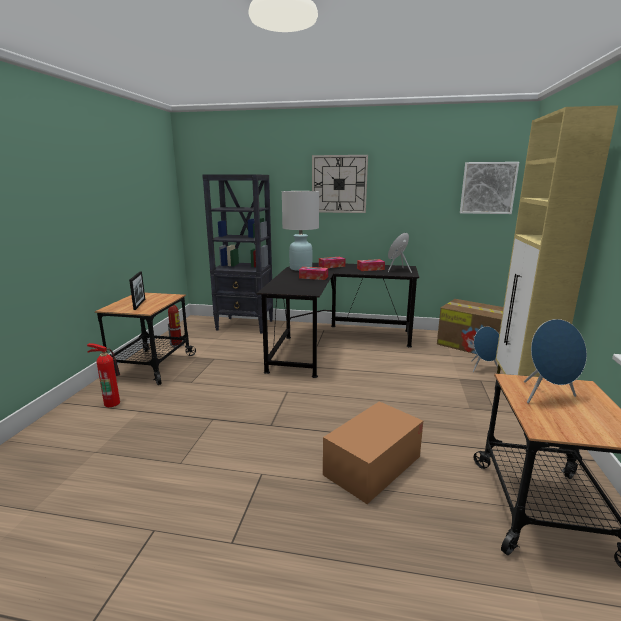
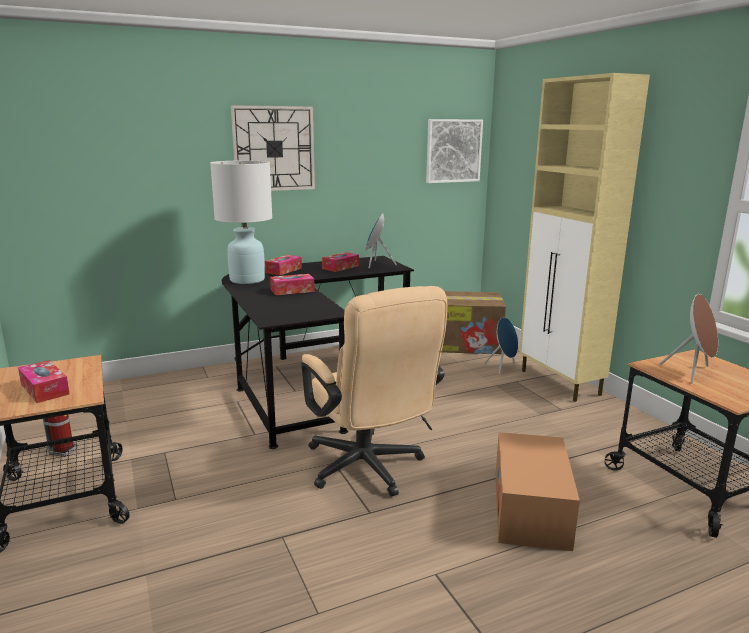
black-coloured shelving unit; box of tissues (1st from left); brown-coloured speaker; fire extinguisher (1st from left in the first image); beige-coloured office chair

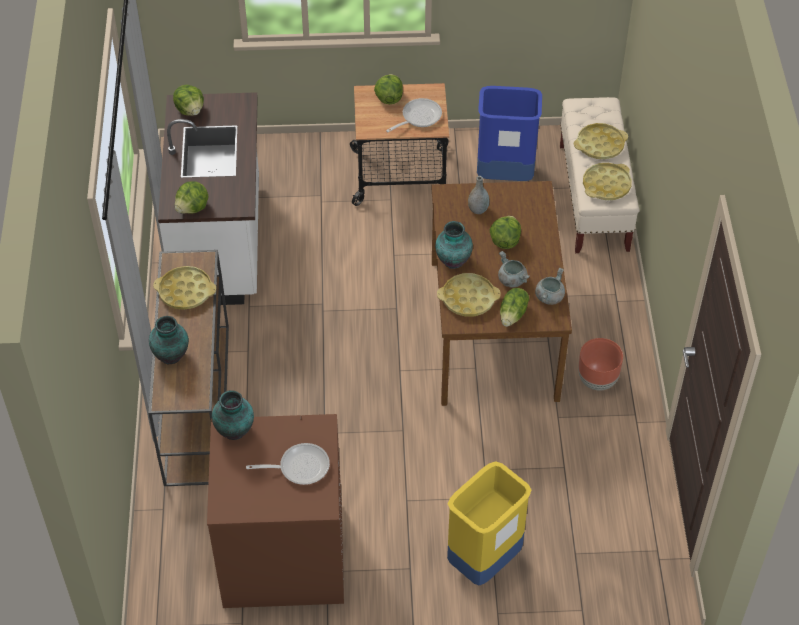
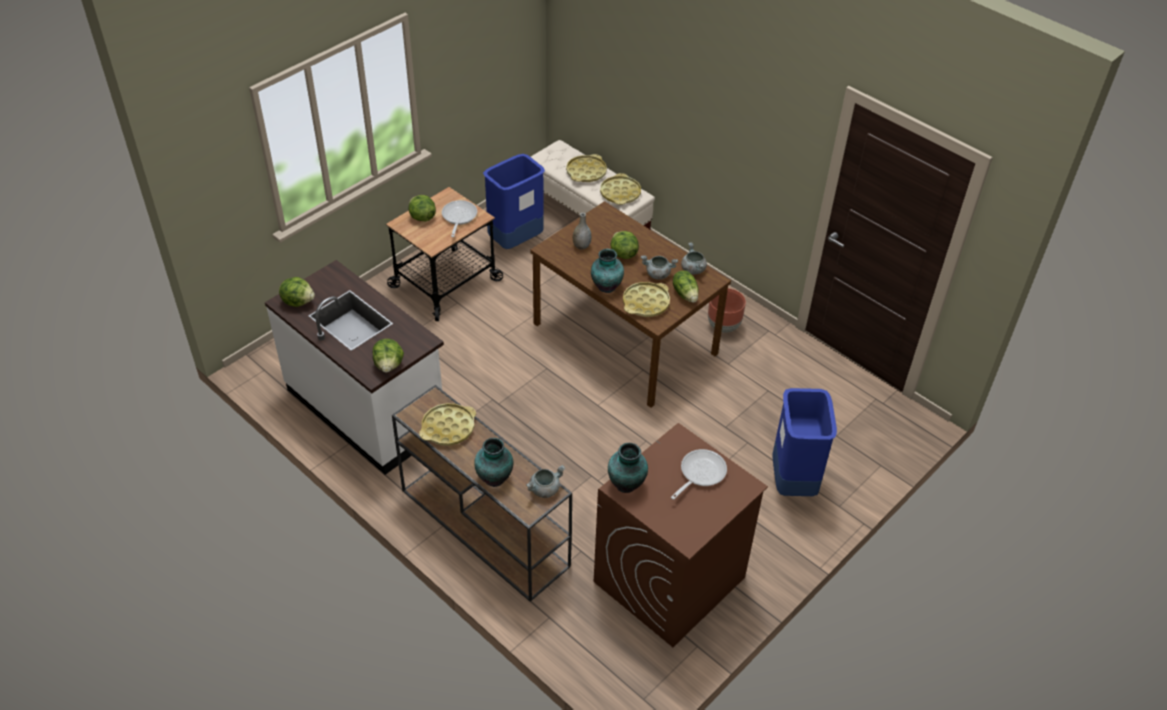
bluish rubbish bin (2nd from left); grey stockpot (1st from left)

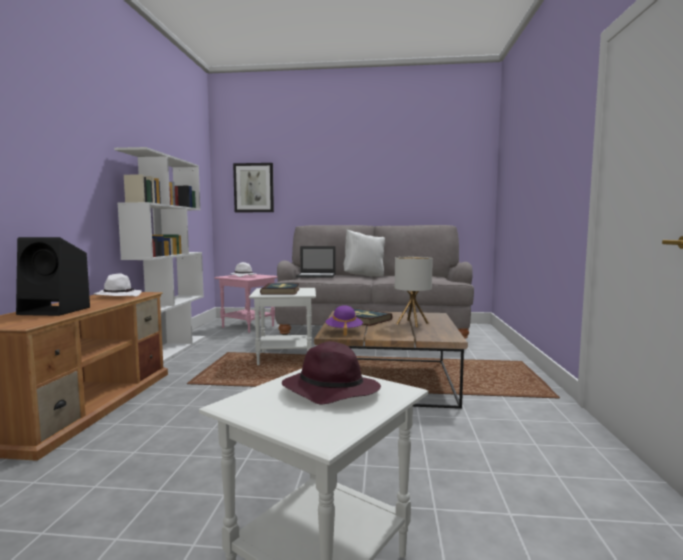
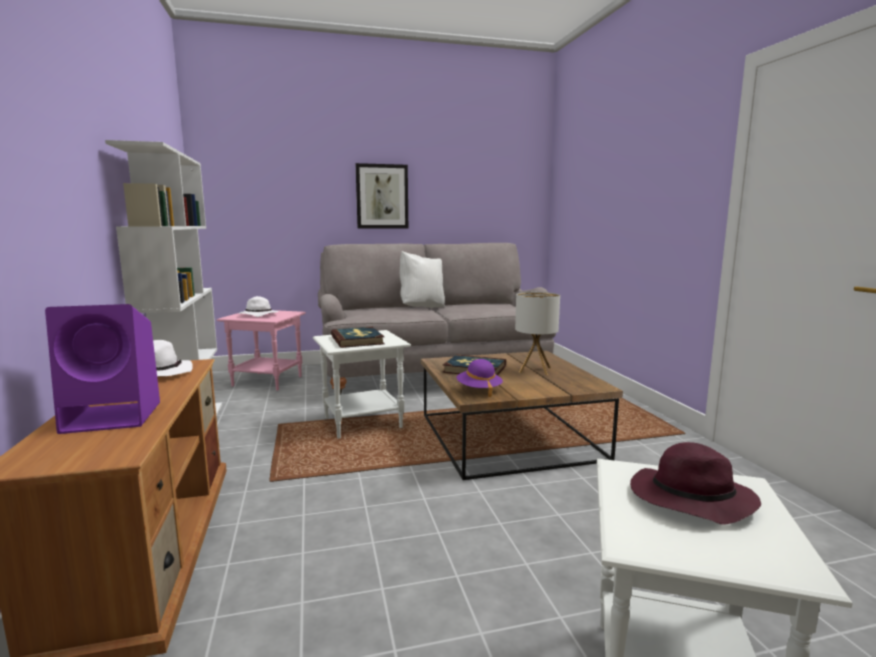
picture; purple-coloured speaker; laptop

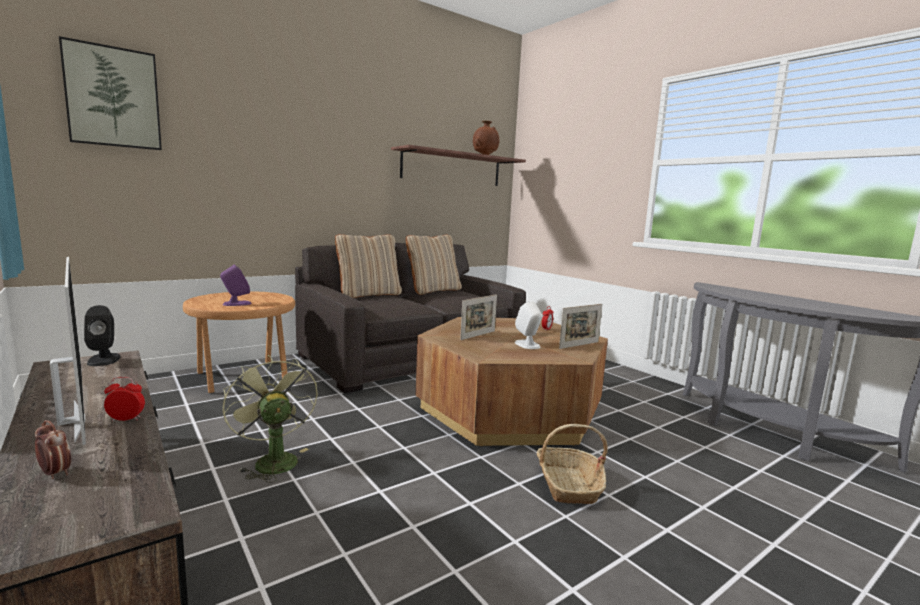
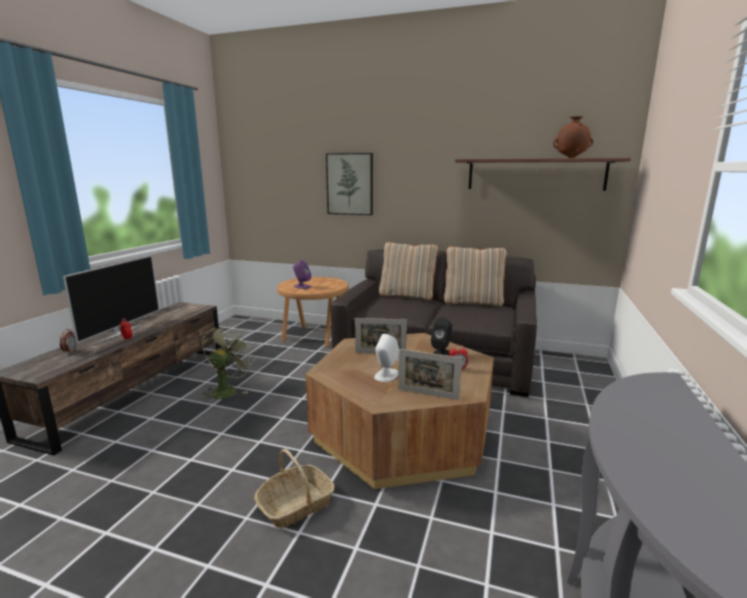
picture; black-coloured speaker

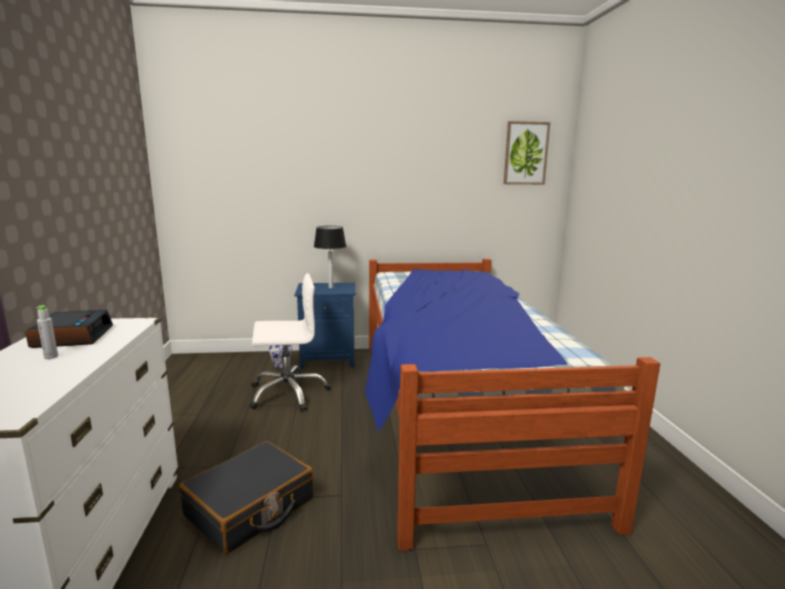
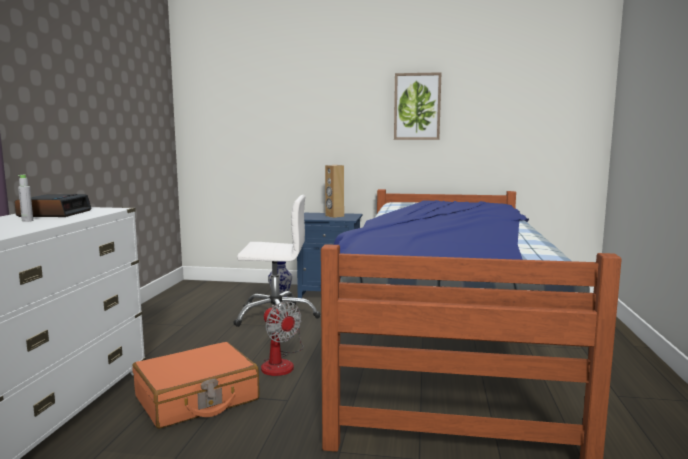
picture; brown-coloured speaker; orange-coloured piece of luggage; fan

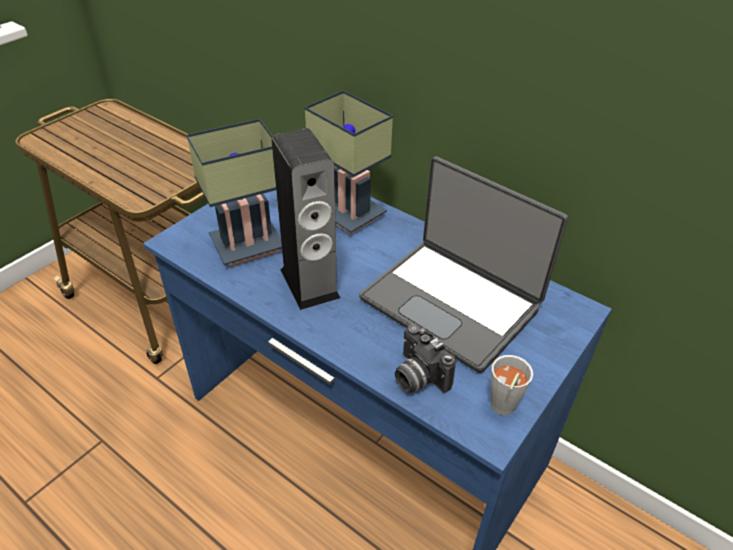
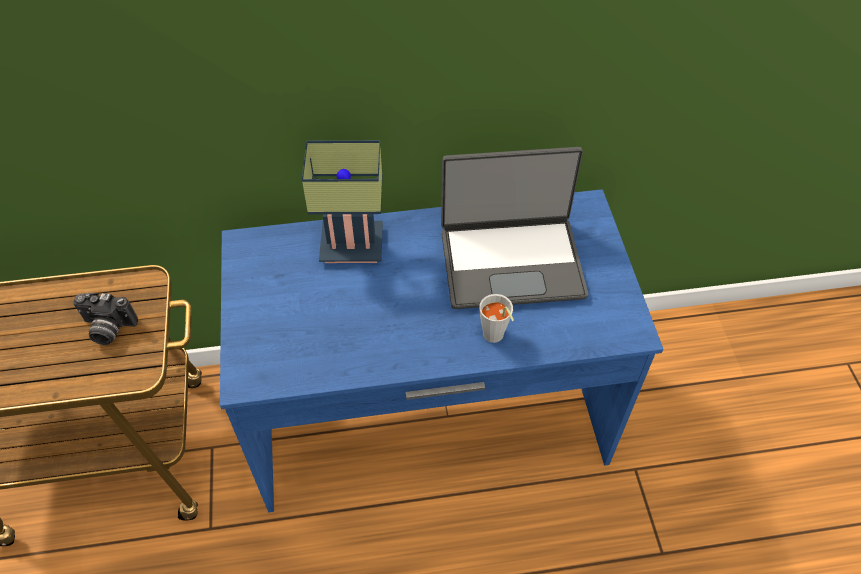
tabletop lamp (1st from left in the first image); speaker; still camera; grey cup

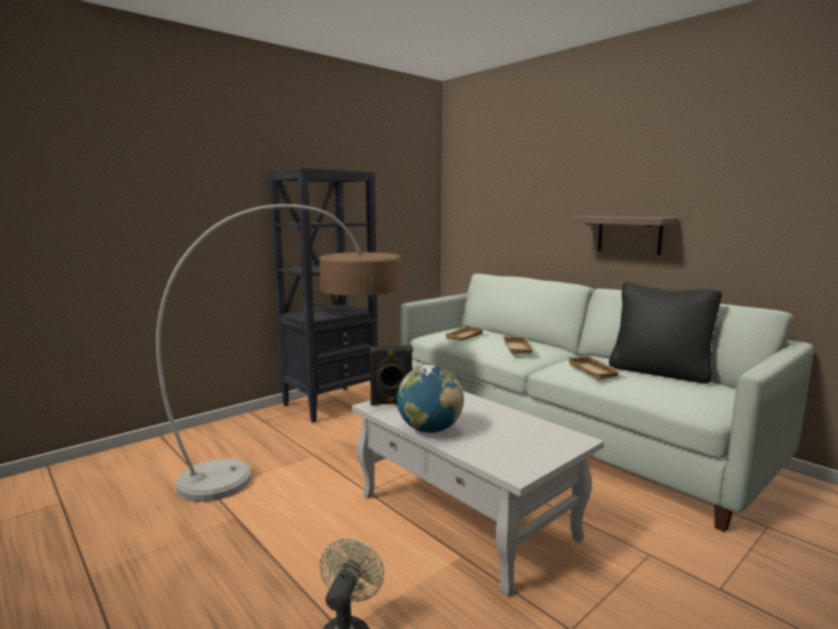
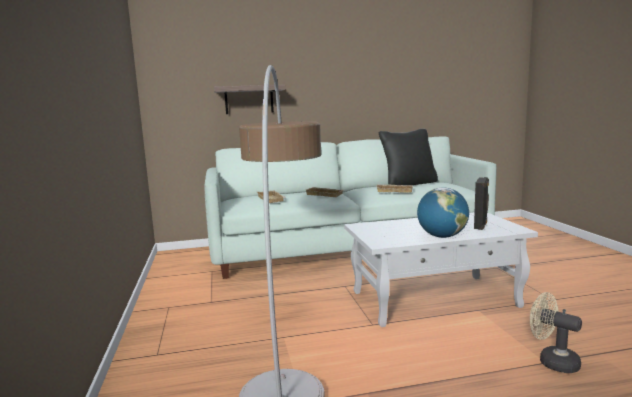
black-coloured shelving unit; bracket shelf; black-coloured speaker

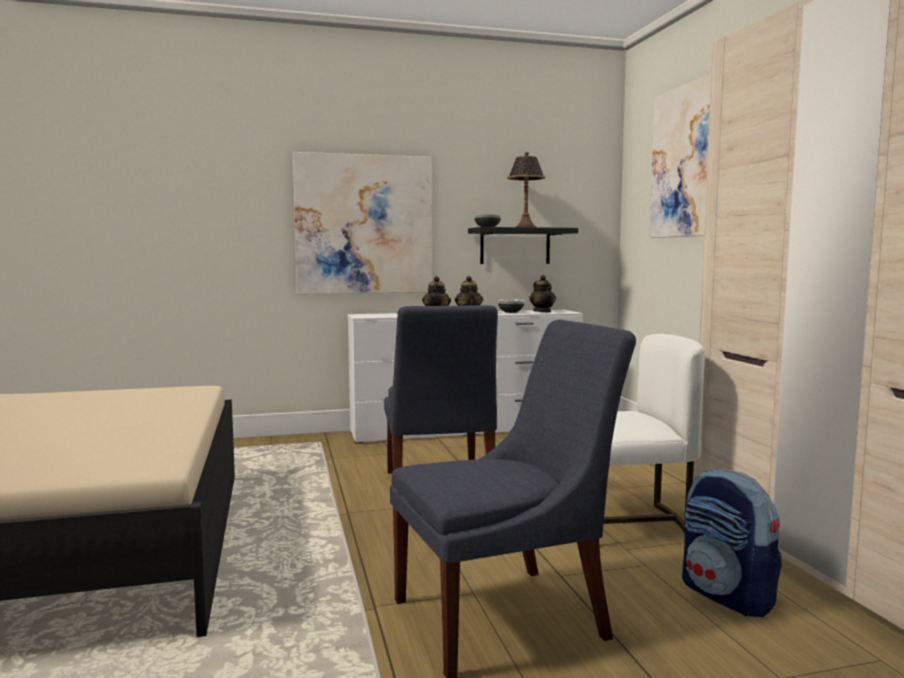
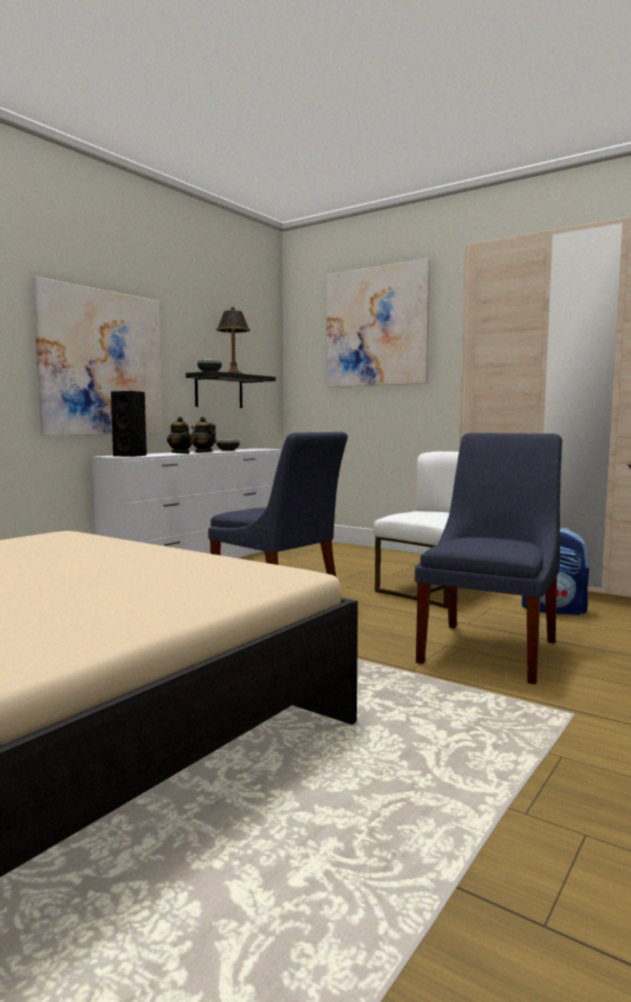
teapot (3rd from left in the first image); black-coloured speaker

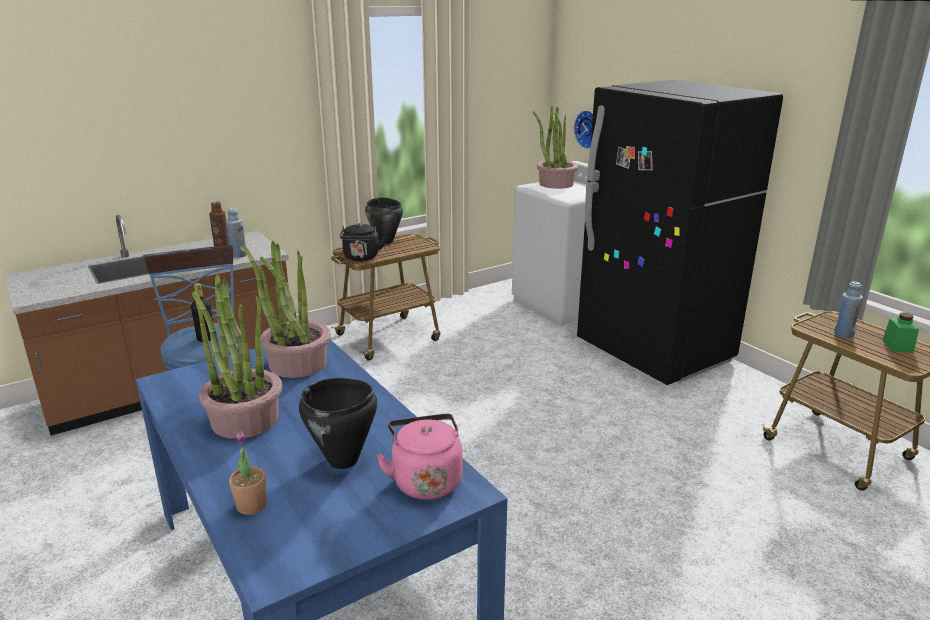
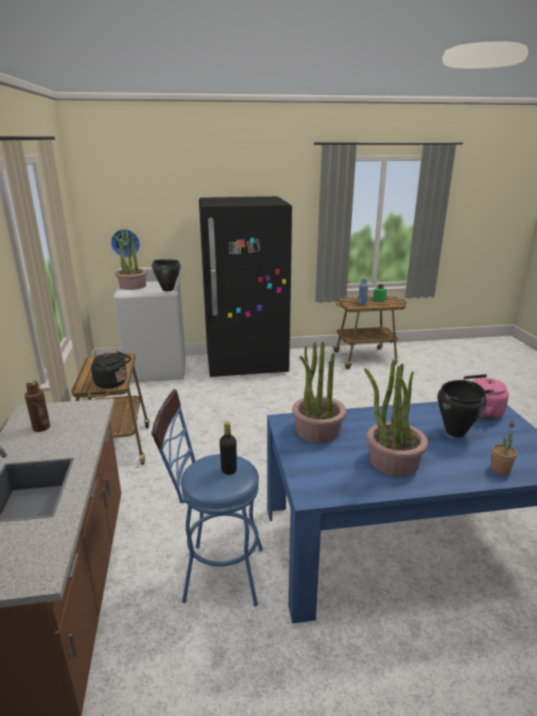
black-coloured stockpot (1st from left); bluish drink bottle (1st from left in the first image)

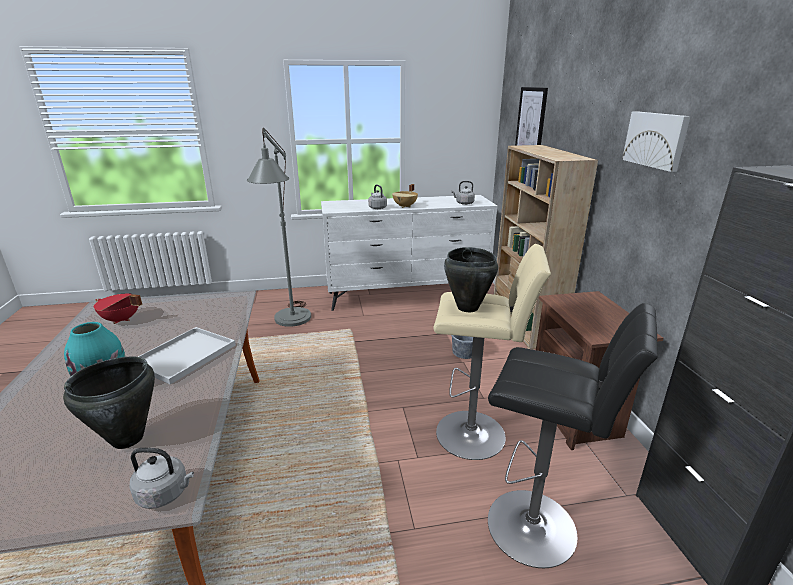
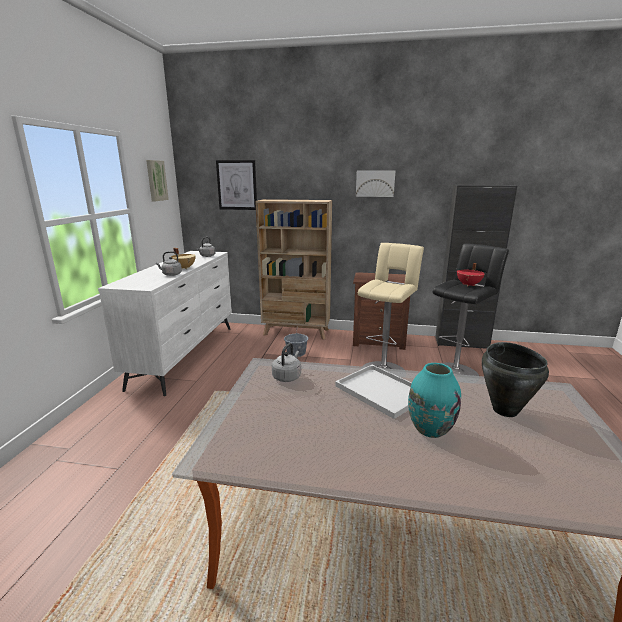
grey standard lamp; black-coloured stockpot (2nd from left in the first image); red stockpot; grey water kettle (3rd from left); picture (1st from left)

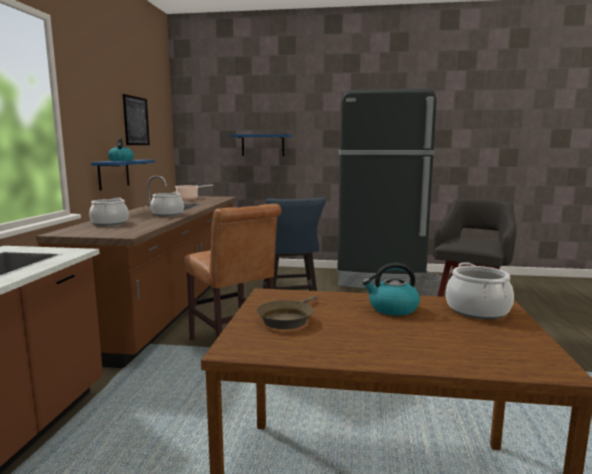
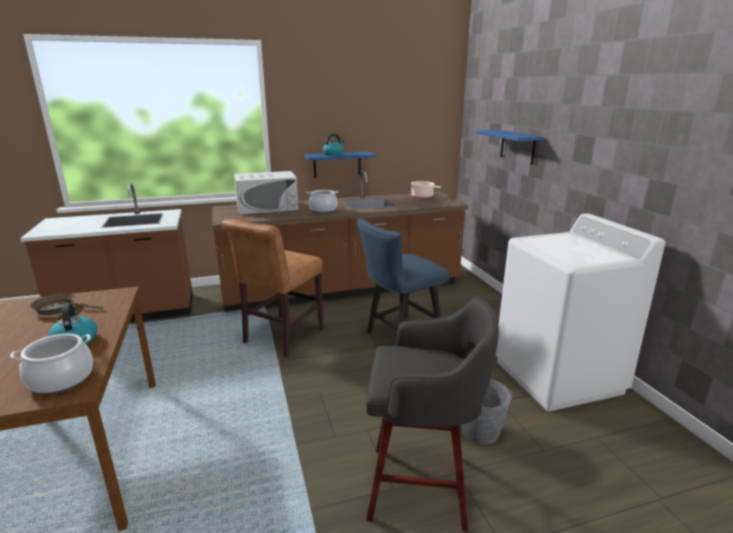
whitish washing machine; picture; whitish kitchen microwave

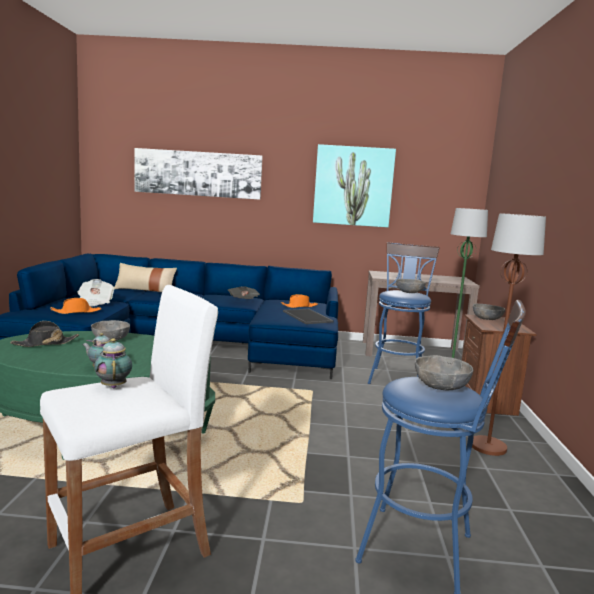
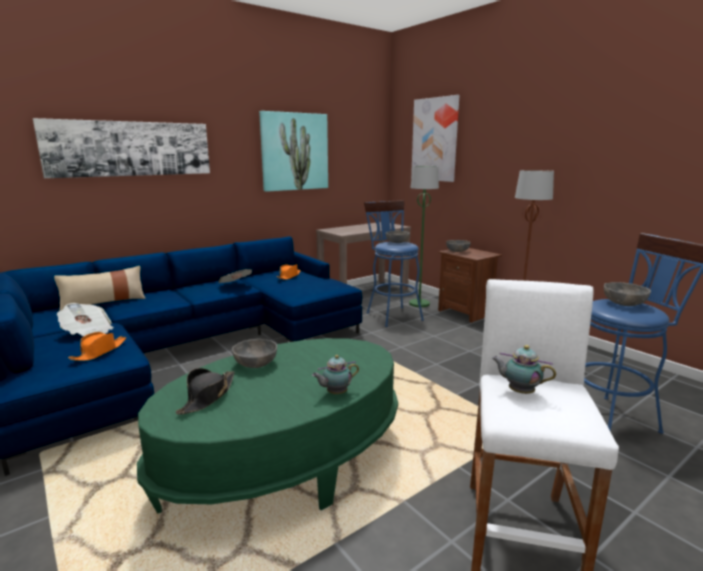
serving tray; picture (3rd from left)

